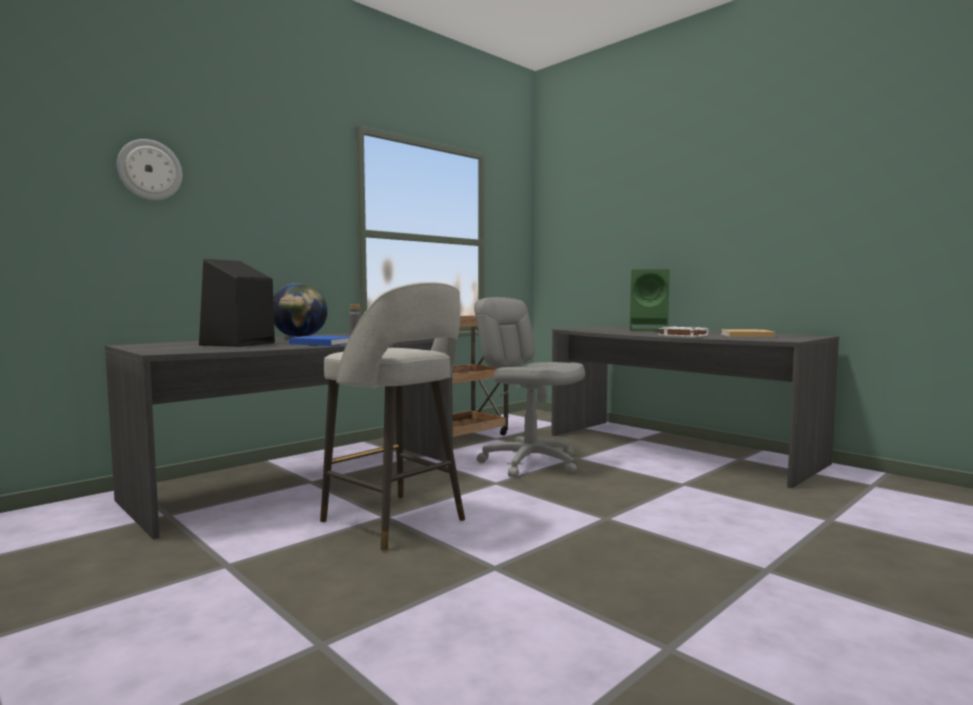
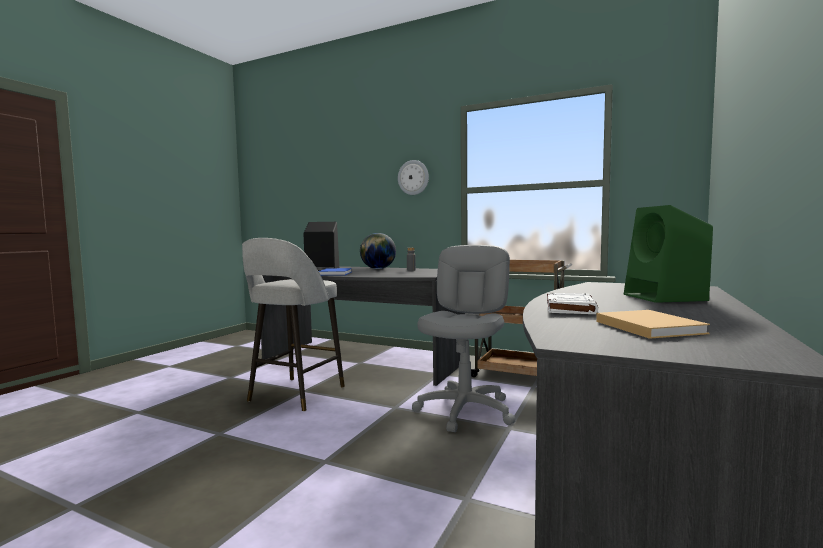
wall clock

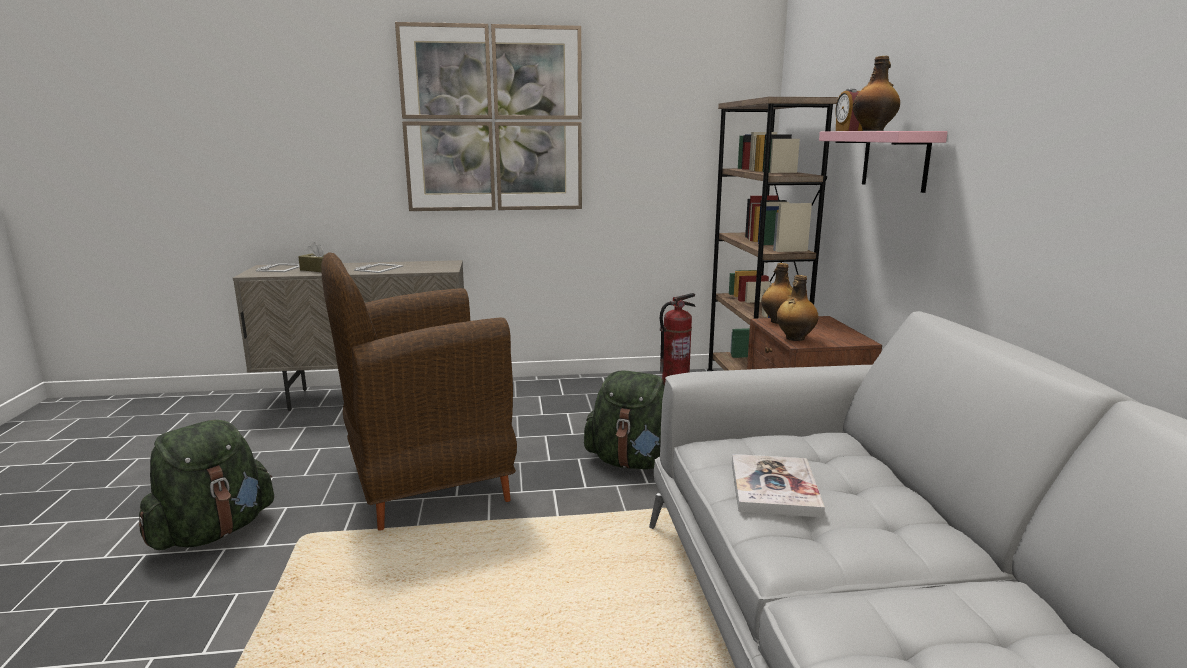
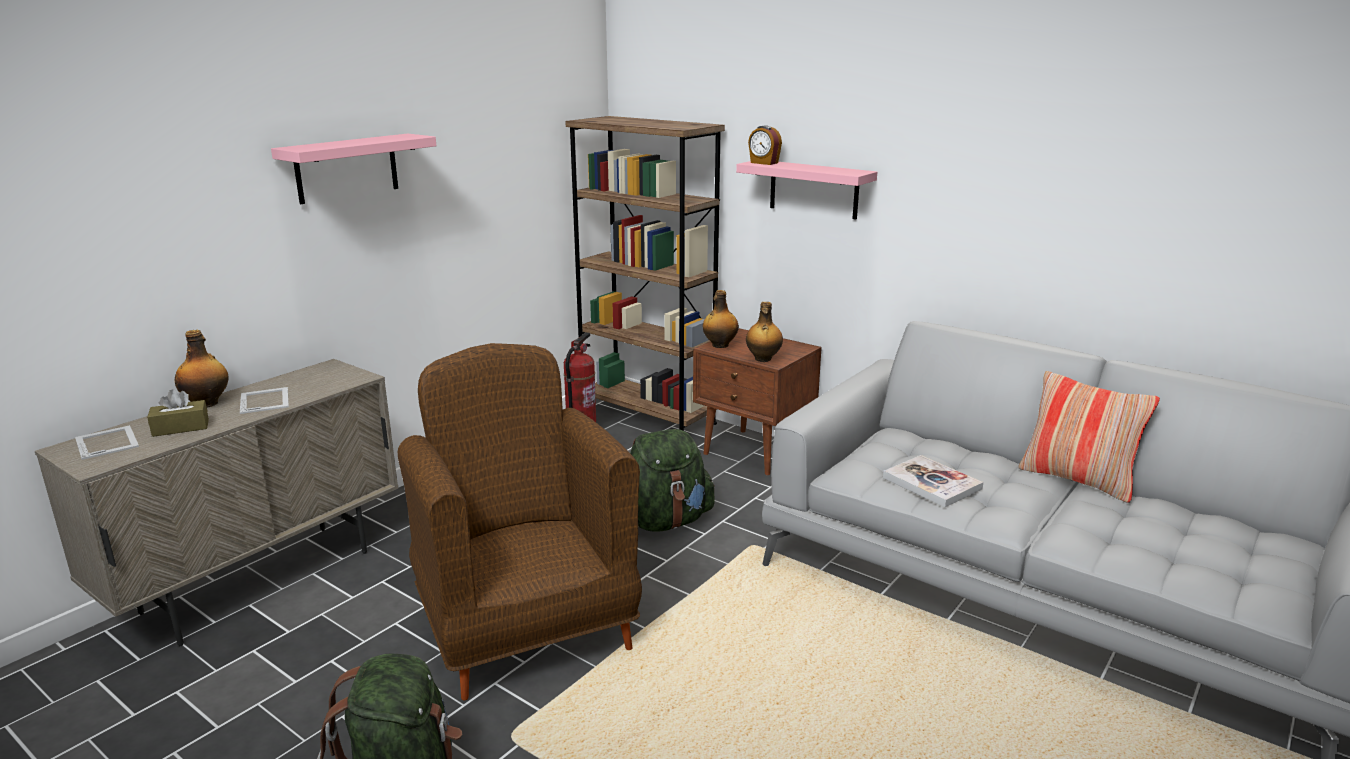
pink bracket shelf (1st from left); drink bottle (1st from left); brown-coloured easy chair; throw pillow

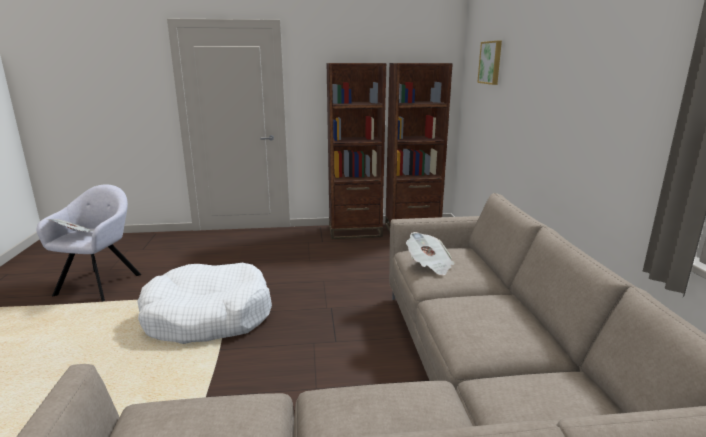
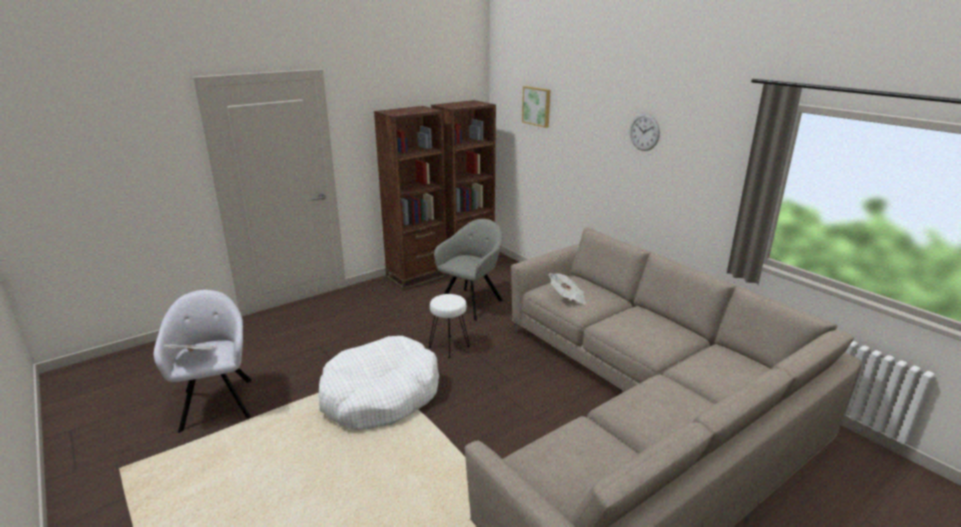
wall clock; grey easy chair (2nd from left); whitish sitting stool

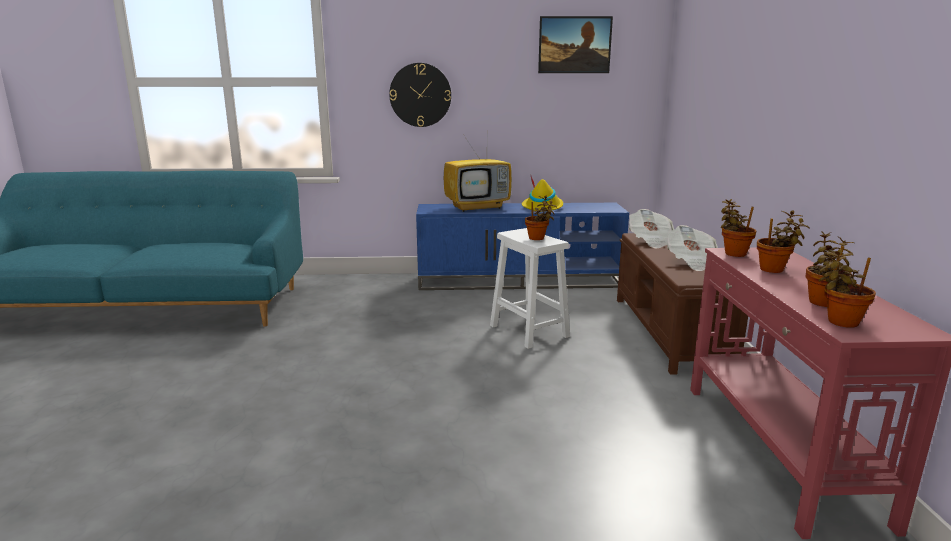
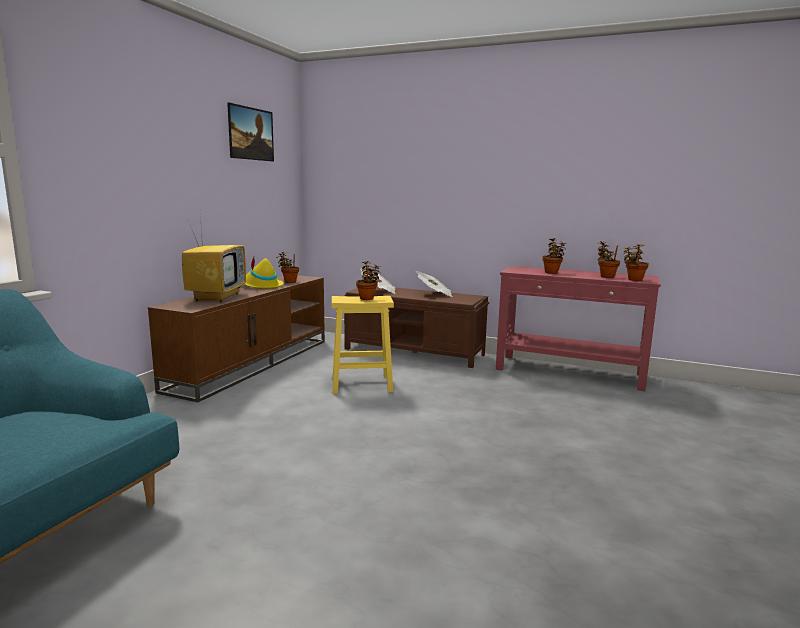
wall clock; houseplant (1st from left); brown-coloured tv unit; yellow sitting stool

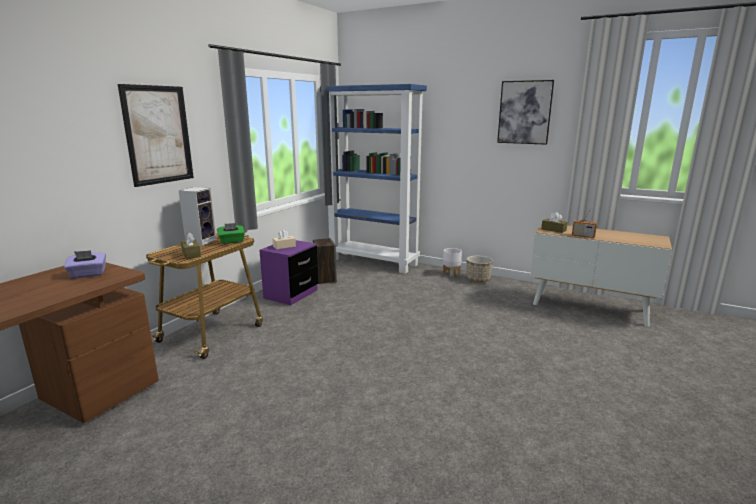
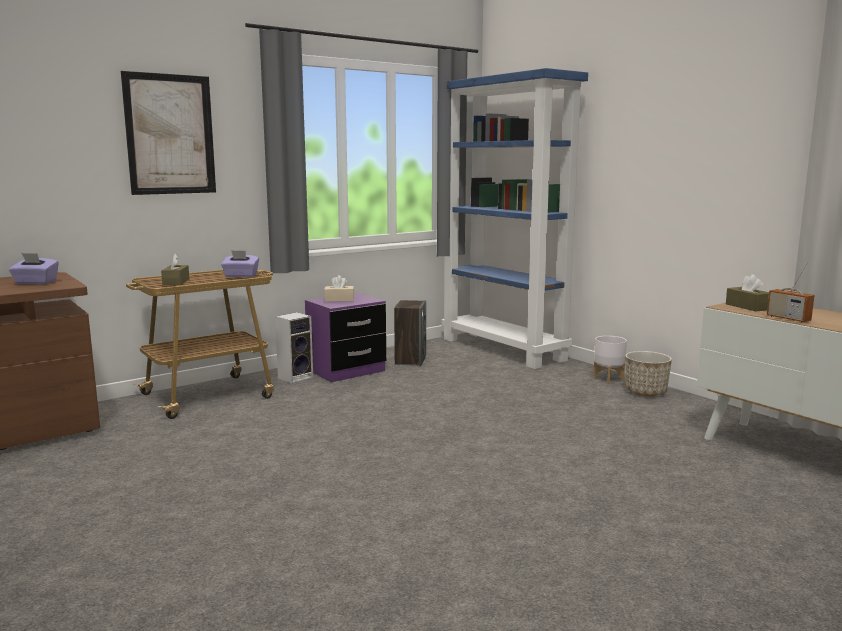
picture (2nd from left in the first image); speaker (1st from left); purple-coloured box of tissues (2nd from left)

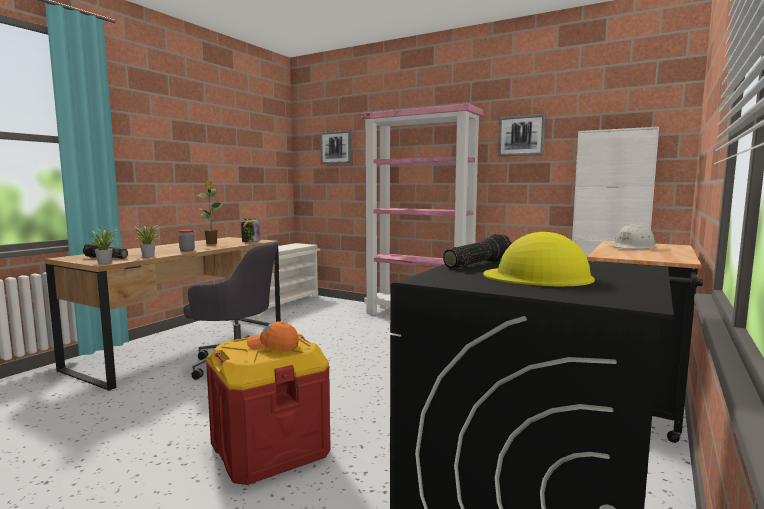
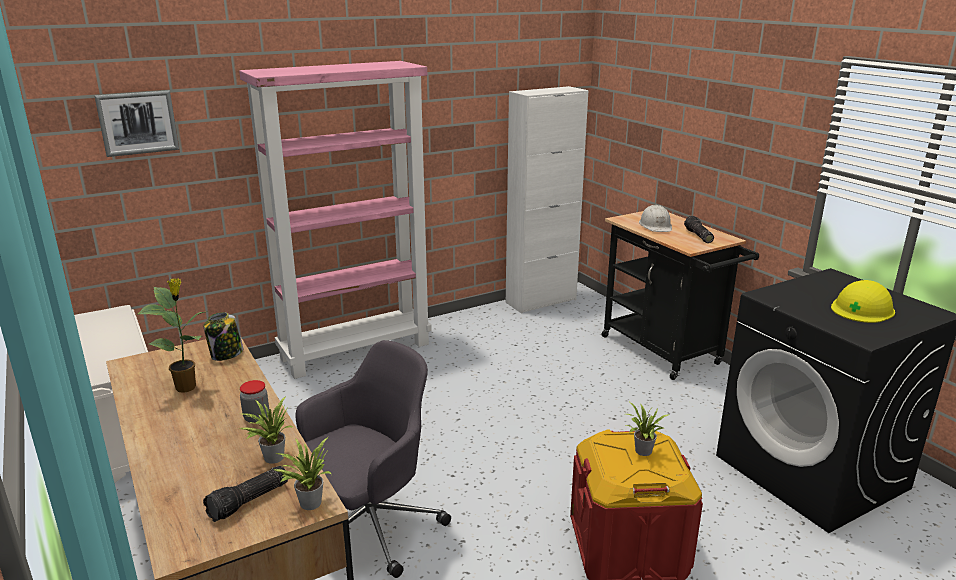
picture (2nd from left in the first image); flashlight (2nd from left); houseplant (4th from left)

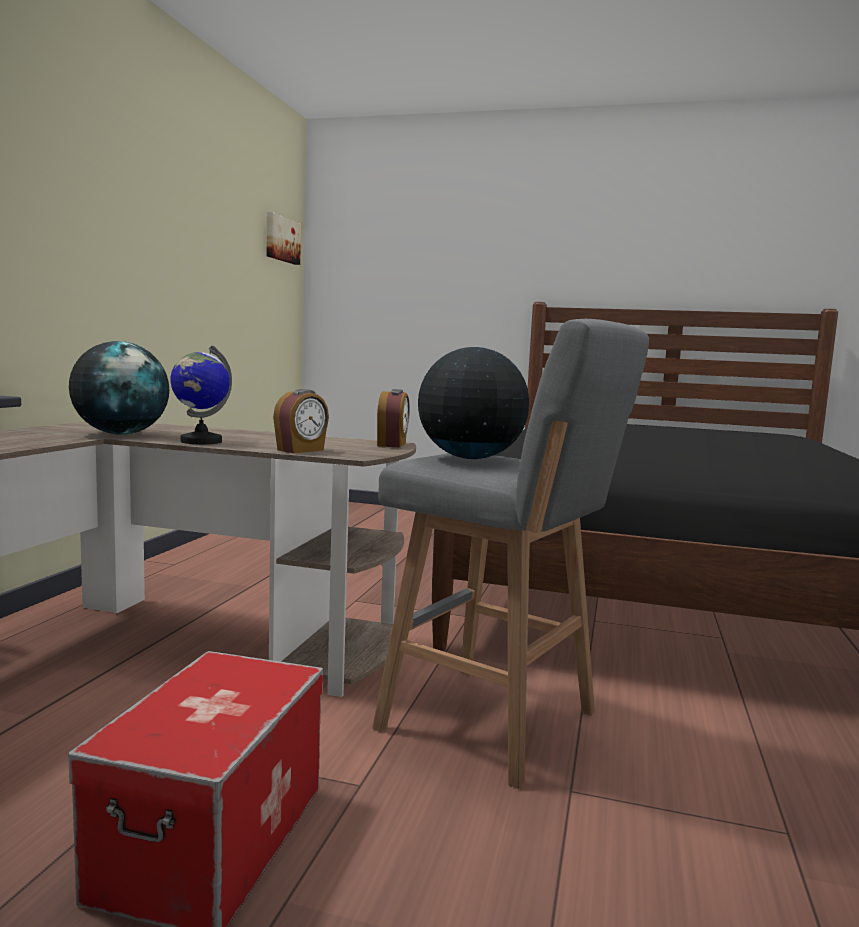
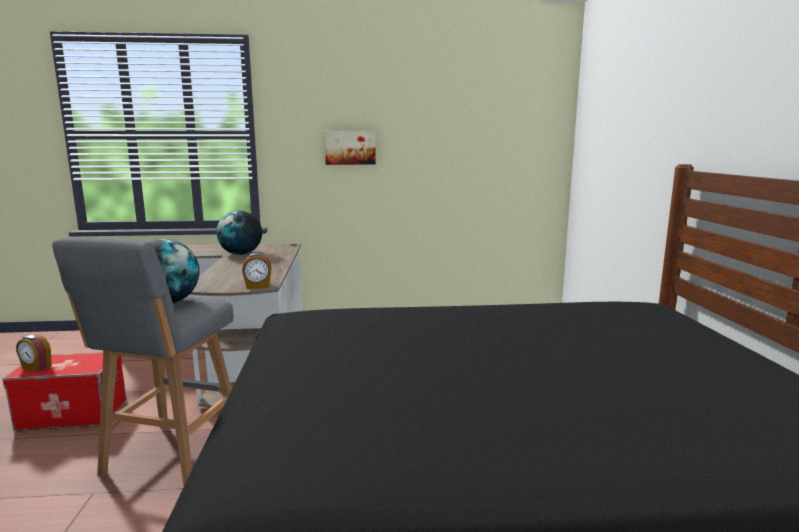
picture; world globe (2nd from left in the first image); alarm clock (1st from left)

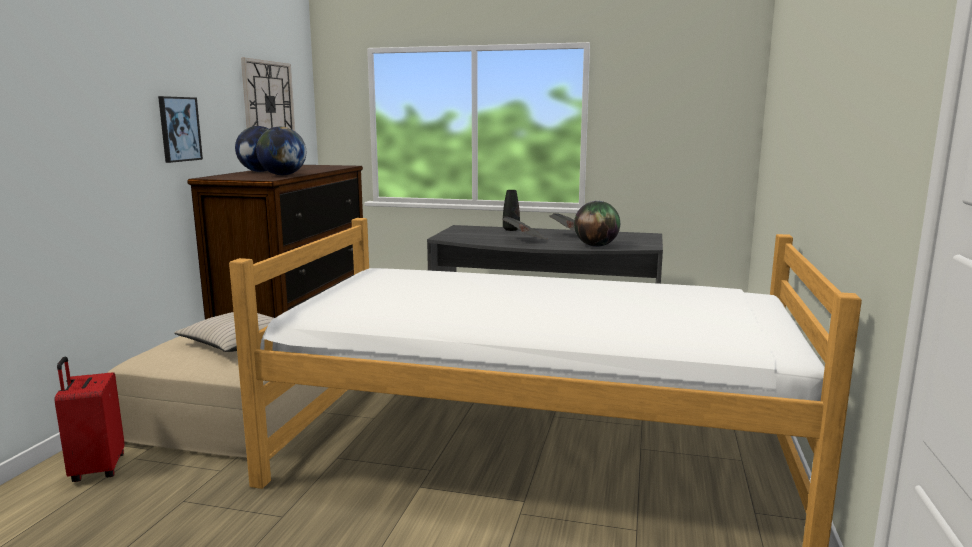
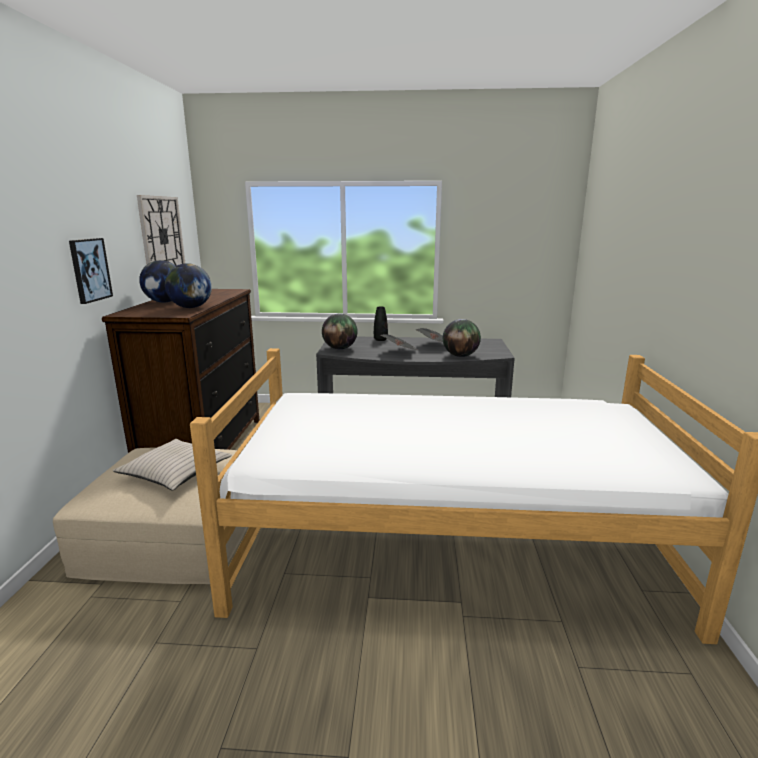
red piece of luggage; world globe (3rd from left)

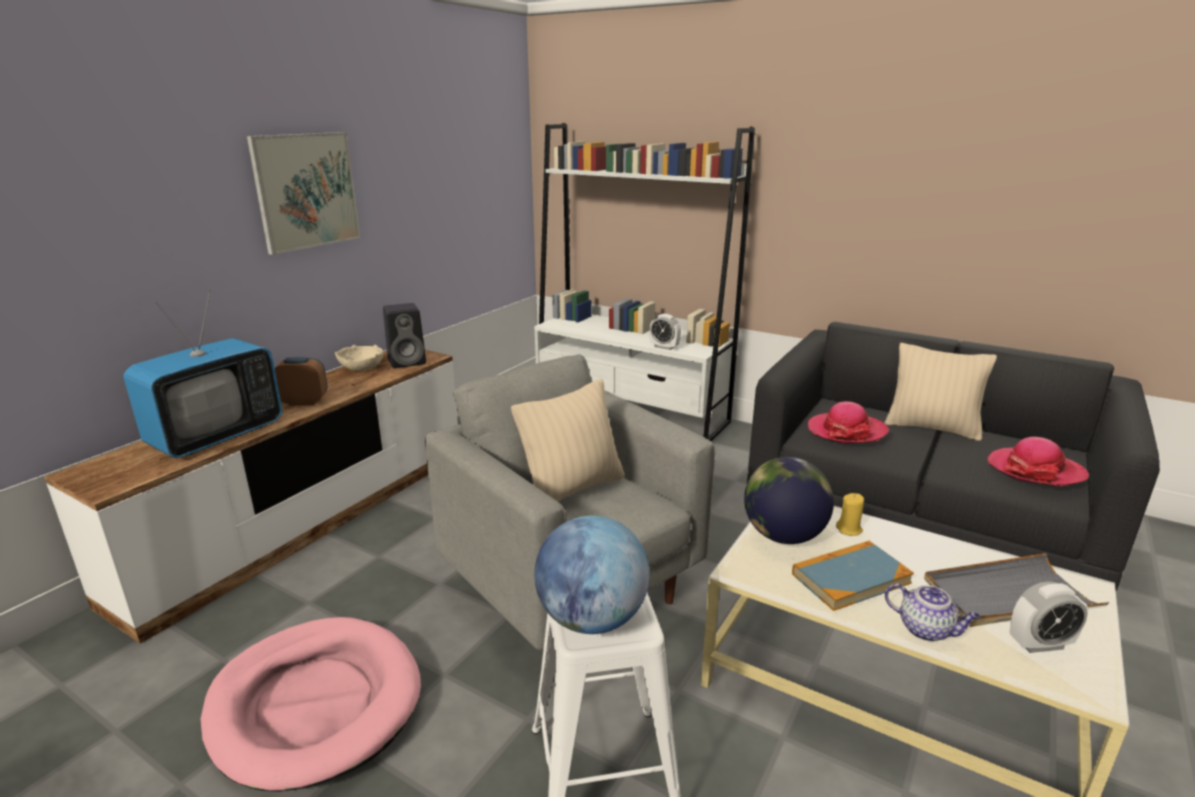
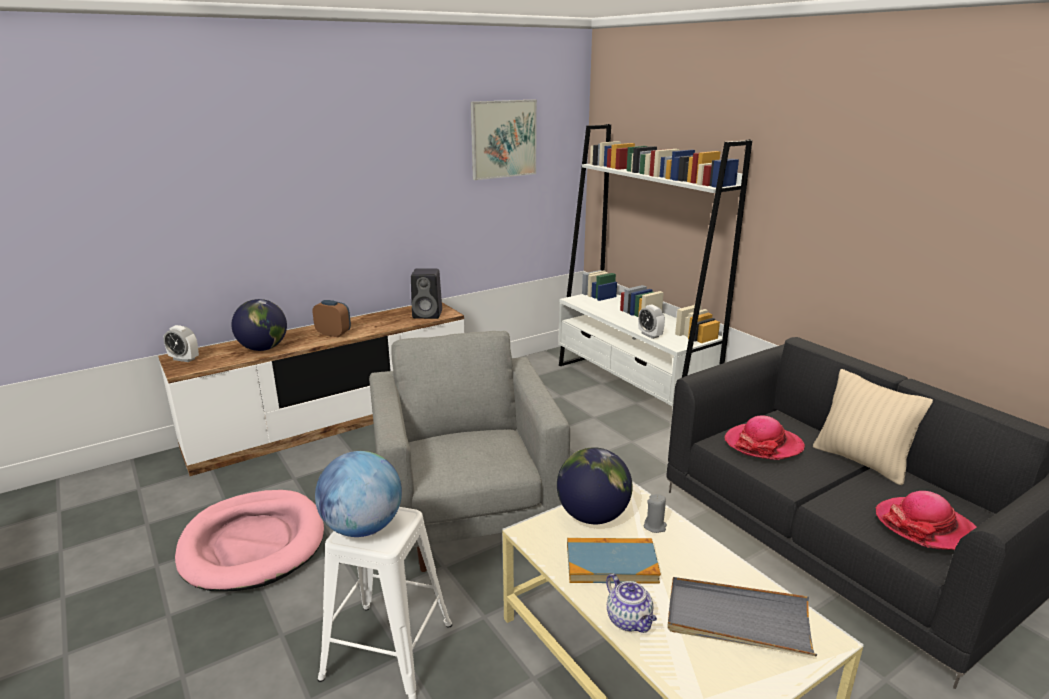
picture; world globe (1st from left); beige-coloured deep dish; beige-coloured throw pillow (1st from left in the first image); grey wax candle; alarm clock (1st from left)

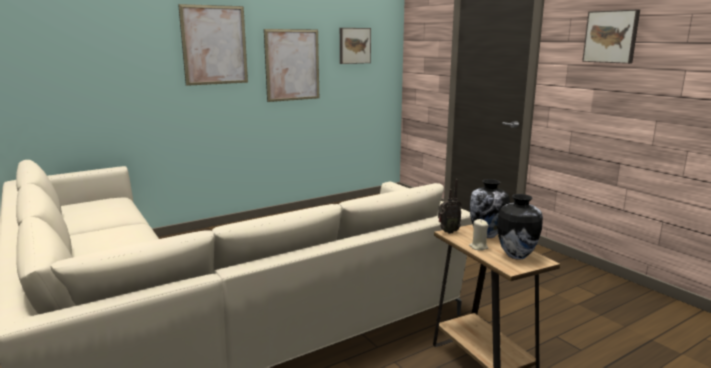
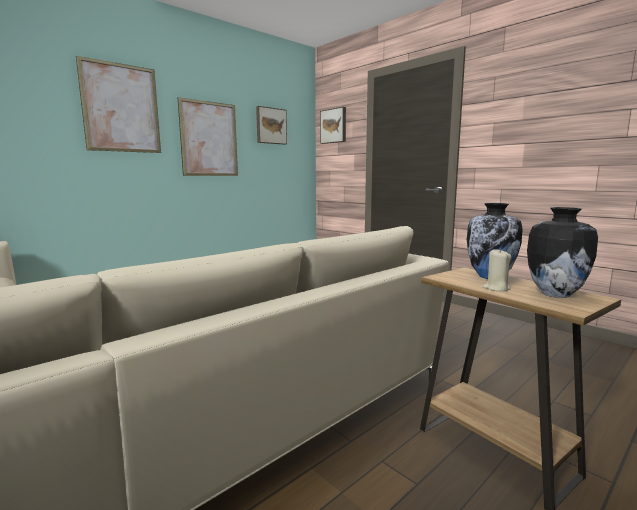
picture (4th from left); radio

